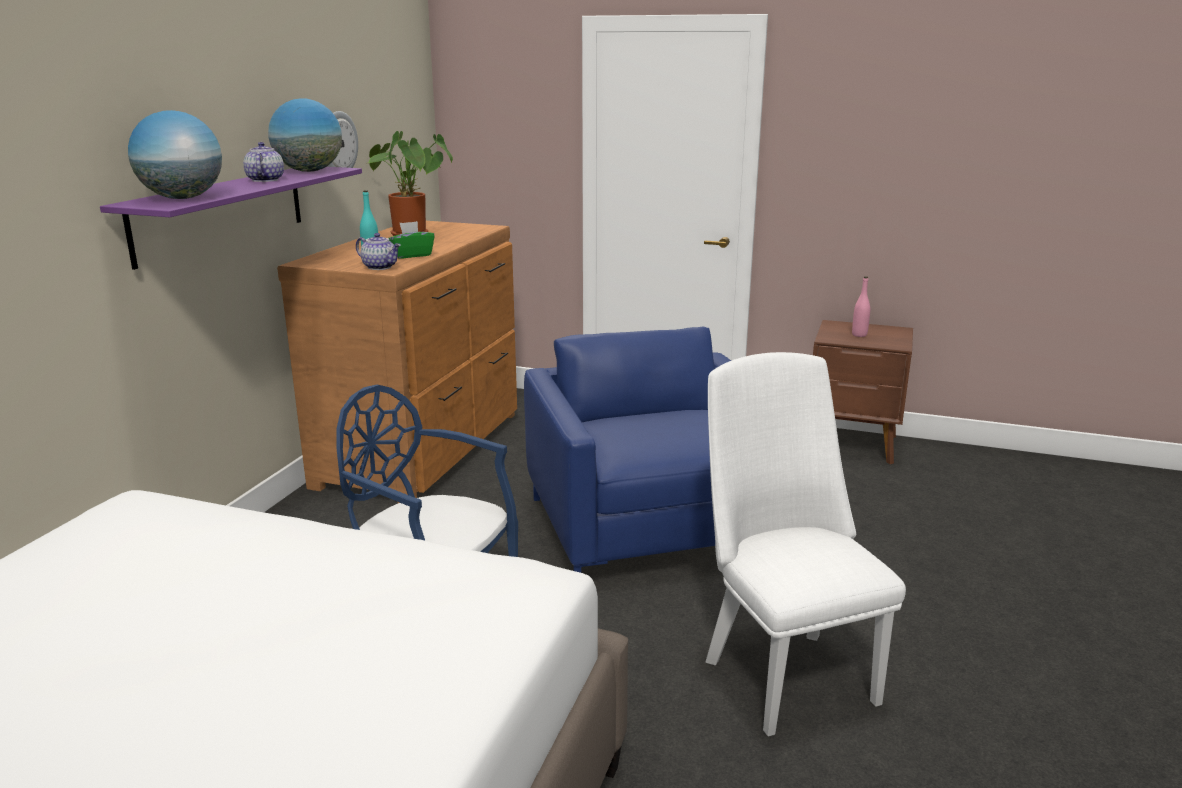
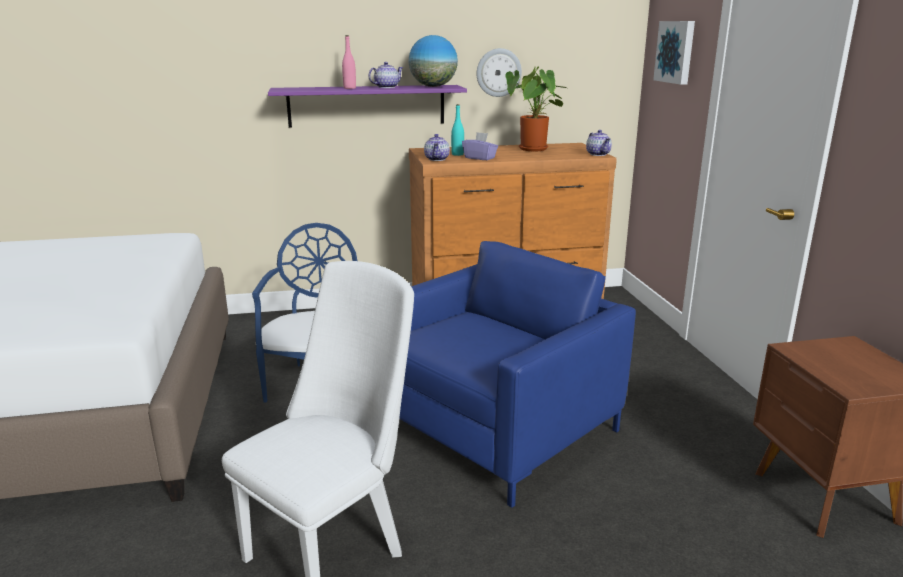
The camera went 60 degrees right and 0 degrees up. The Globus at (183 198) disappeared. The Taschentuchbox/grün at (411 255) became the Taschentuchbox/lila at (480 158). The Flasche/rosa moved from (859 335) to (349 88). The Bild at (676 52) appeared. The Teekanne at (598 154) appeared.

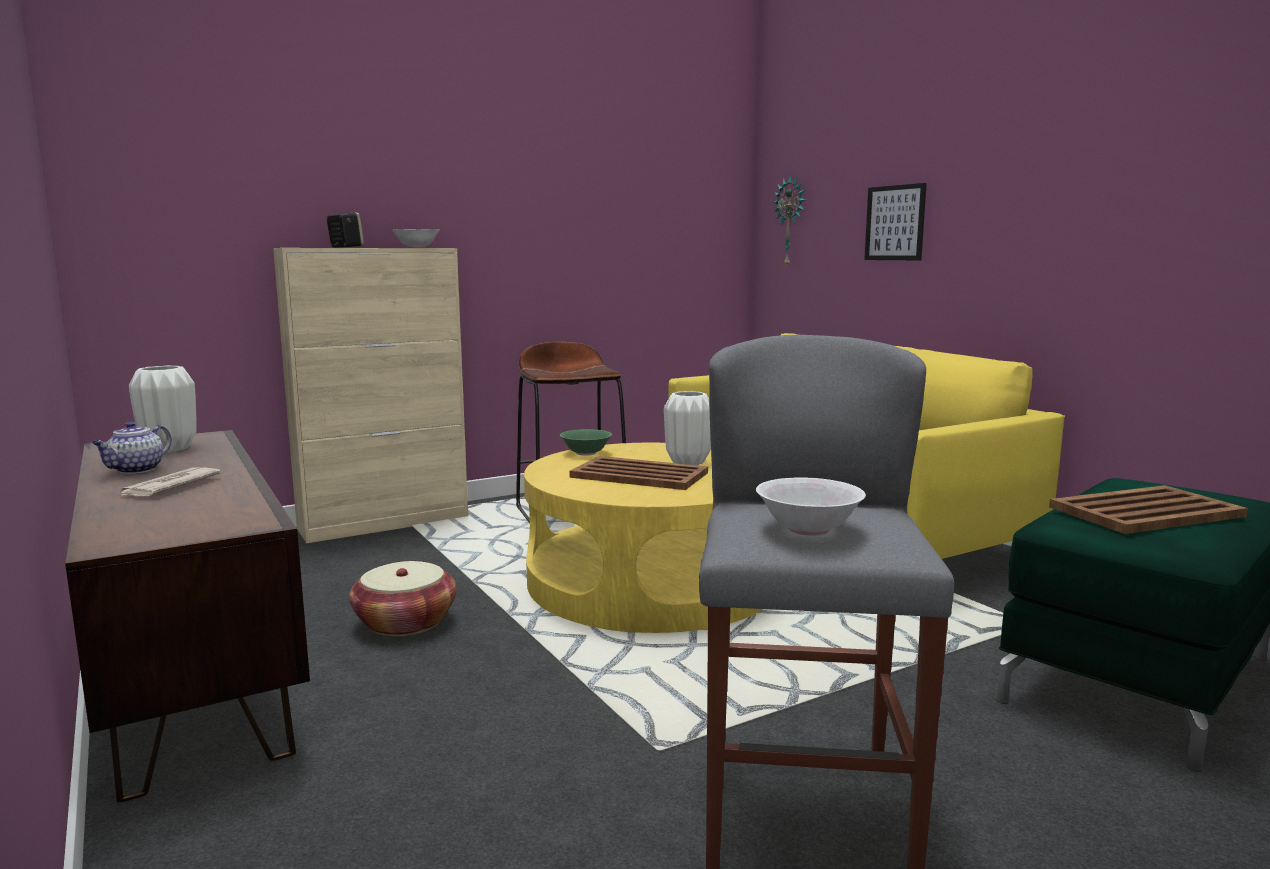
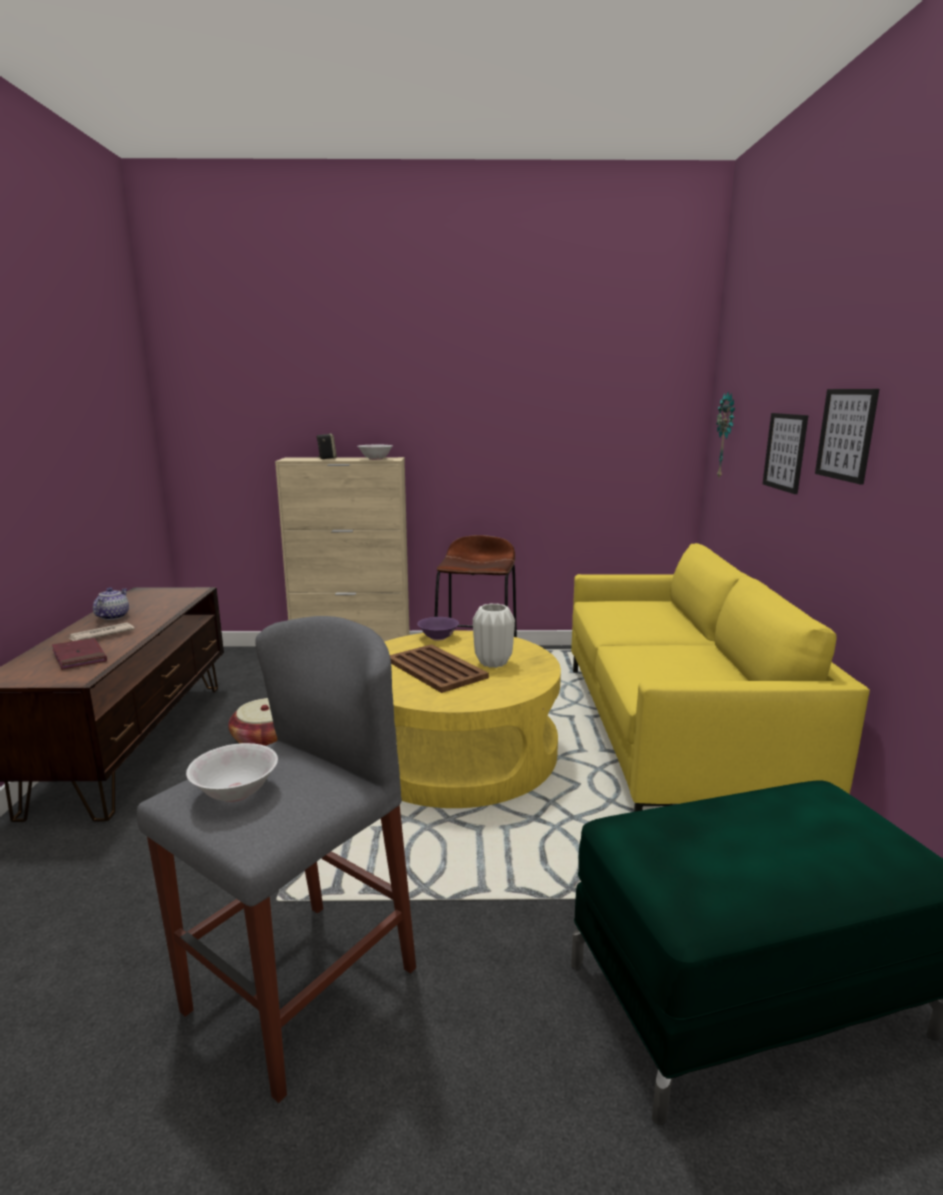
The camera went 30 degrees right and 5 degrees up. The Vase/weiß at (169 448) disappeared. The Teekanne at (136 470) turned 135 degrees clockwise. The Schüssel/grün at (586 453) became the Schüssel/lila at (438 637). The Tablett/braun at (1144 512) disappeared. The Bild at (846 434) appeared. The Buch/rot at (79 657) appeared.

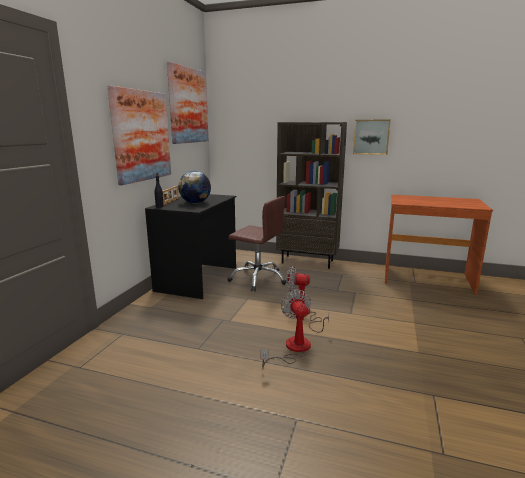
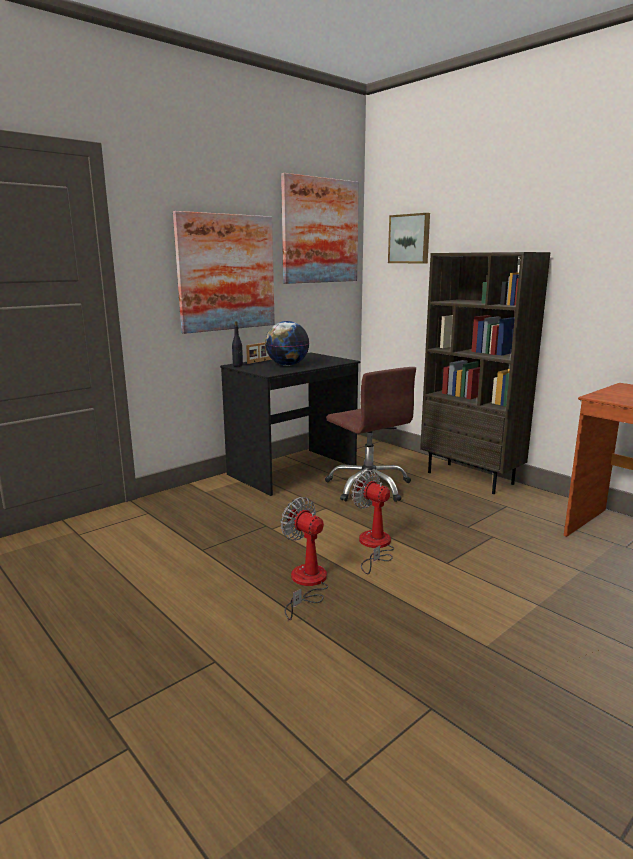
The camera went 30 degrees right and 0 degrees up. The Bild moved from (371 137) to (410 239). The Ventilator at (292 349) turned 60 degrees counterclockwise.

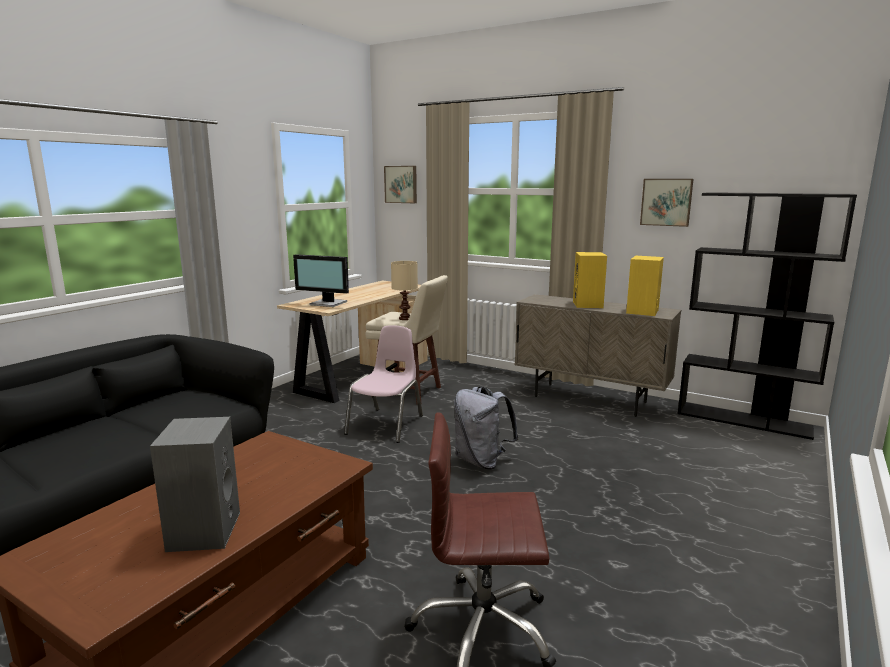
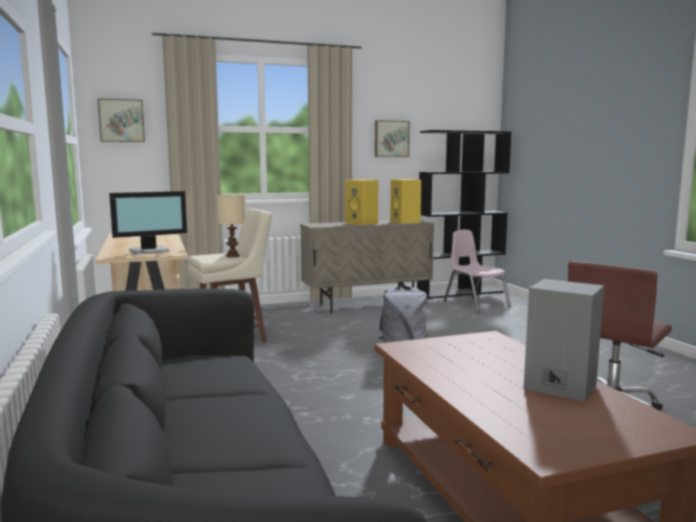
The camera went 50 degrees left and 5 degrees down. The Stuhl/rosa moved from (386 425) to (475 304).

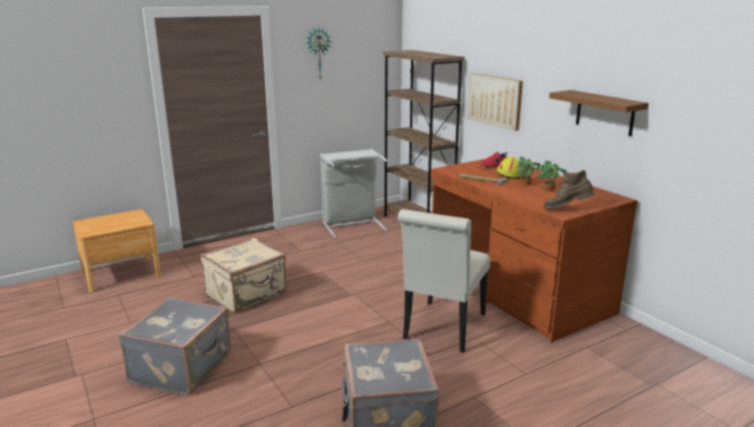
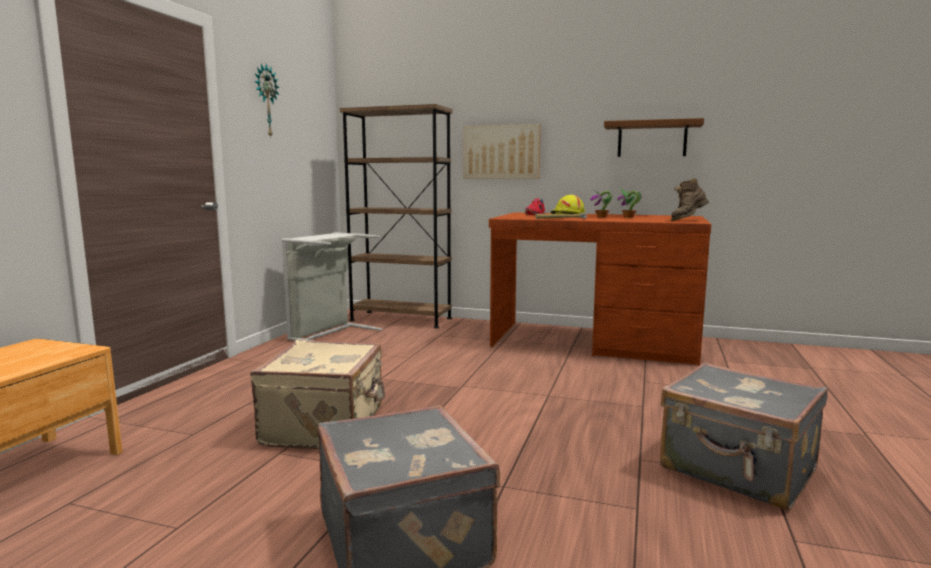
The camera went 40 degrees left and 10 degrees down. The Stuhl/weiß at (442 329) disappeared.

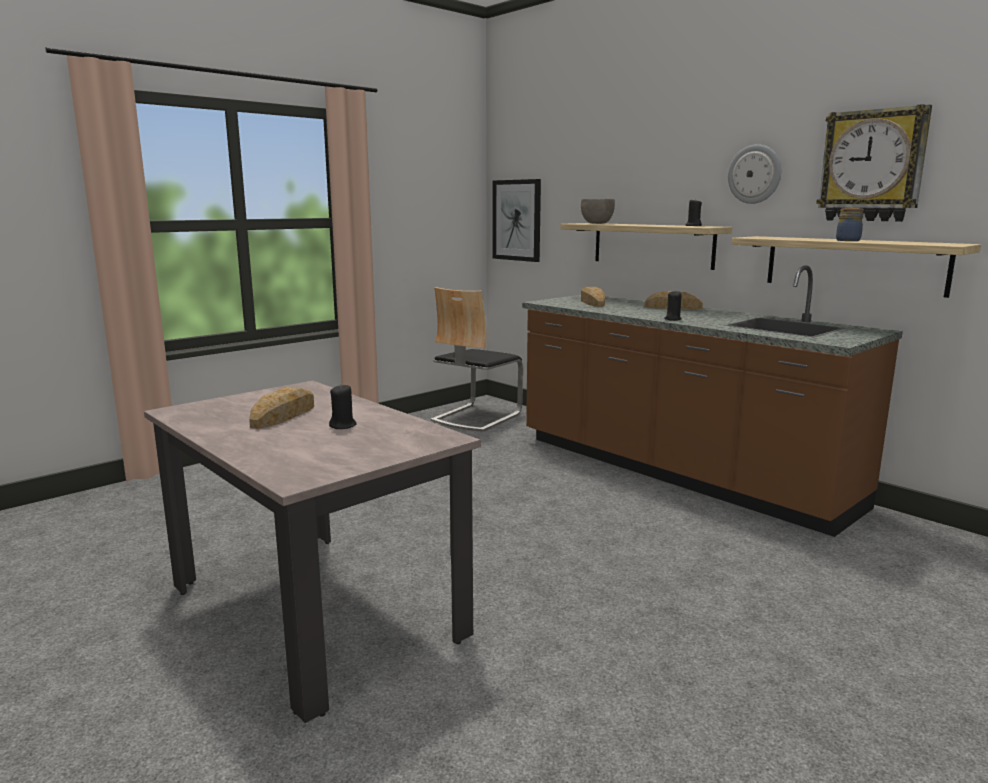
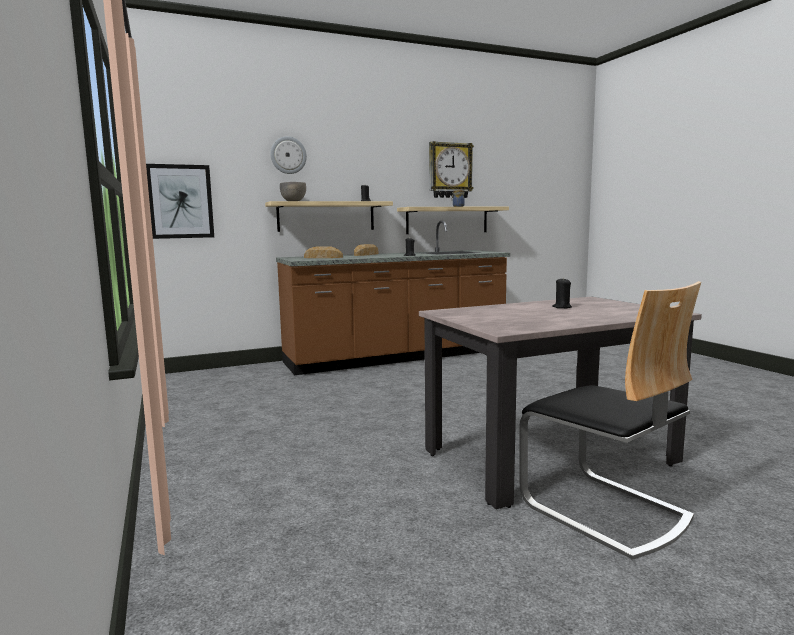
The camera went 70 degrees left and 5 degrees down. The Wanduhr moved from (755 174) to (288 155). The Stuhl moved from (476 417) to (604 510). The Brot at (283 415) disappeared.

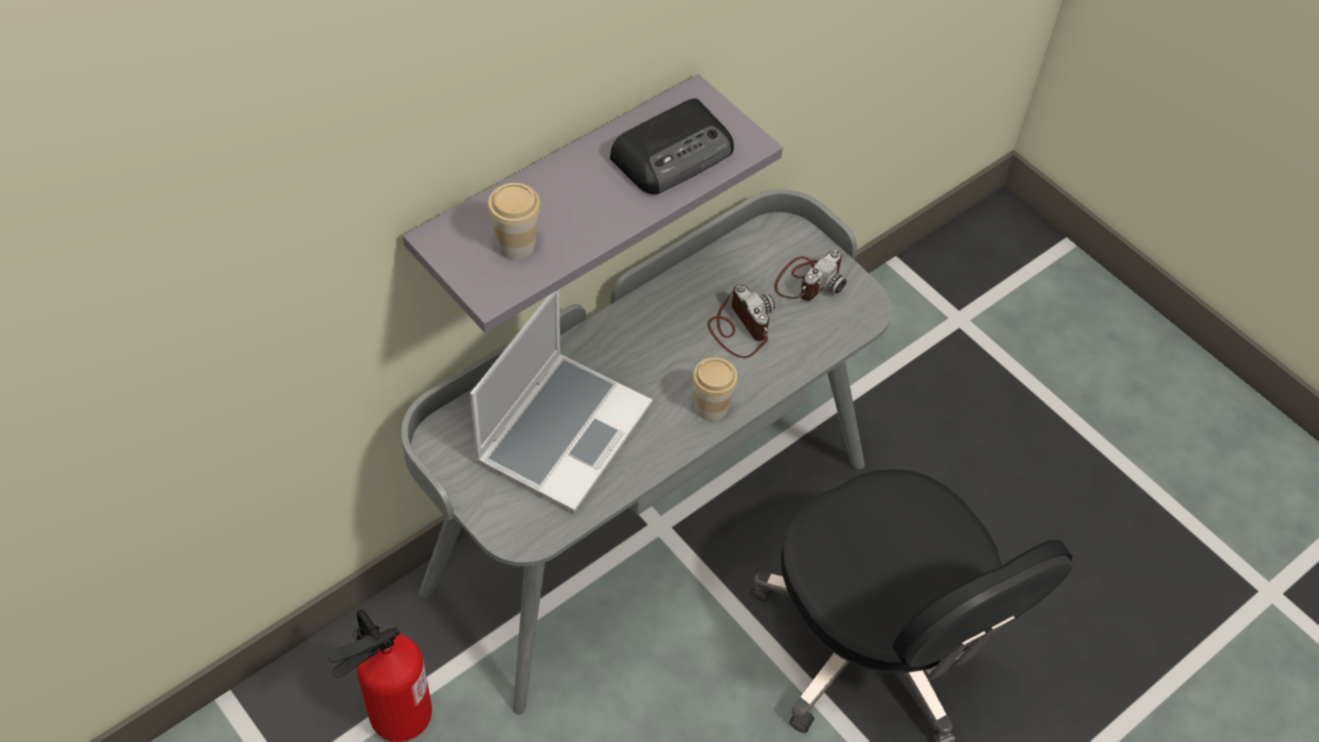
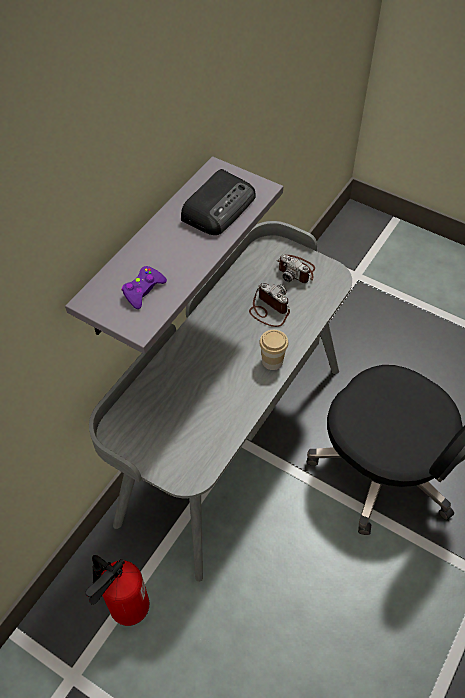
The camera went 15 degrees left and 0 degrees up. The Tasse at (516 244) was replaced by the Gamepad/lila at (143 290). The Kamera at (808 280) turned 105 degrees clockwise. The Laptop at (563 431) disappeared.

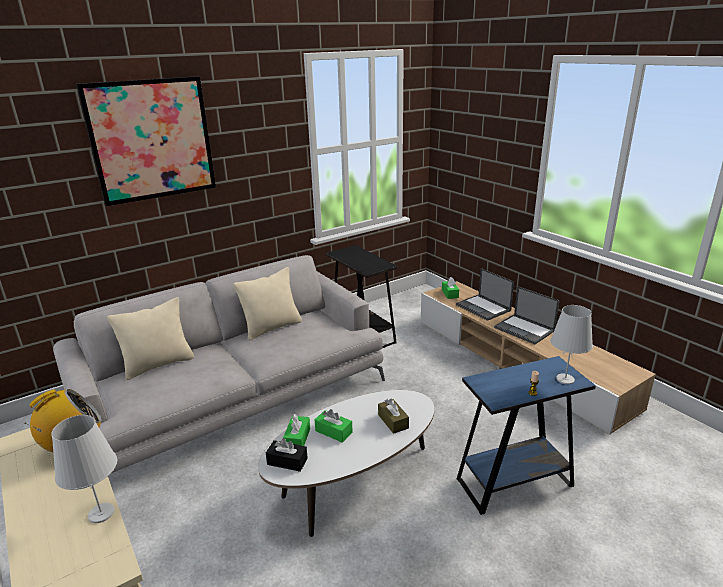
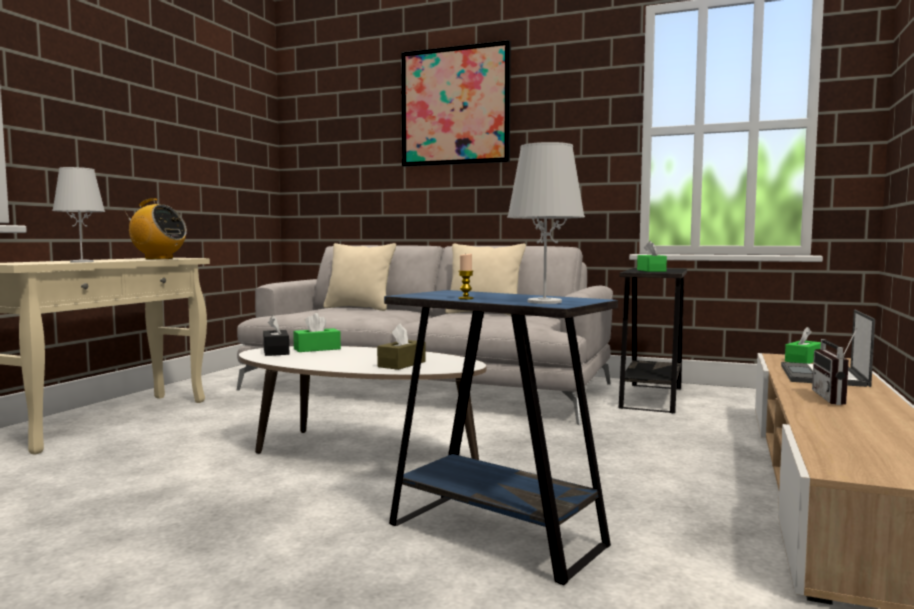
The camera went 55 degrees right and 20 degrees down. The Laptop at (525 329) was replaced by the Radio at (837 399). The Taschentuchbox/grün moved from (333 431) to (651 270).

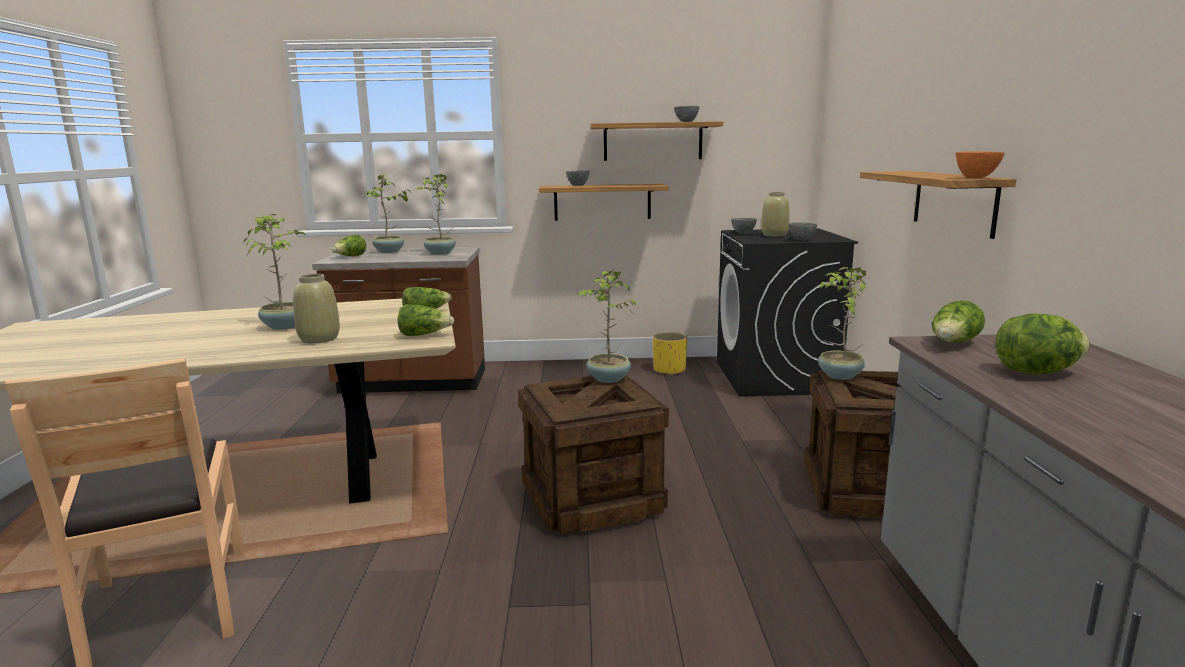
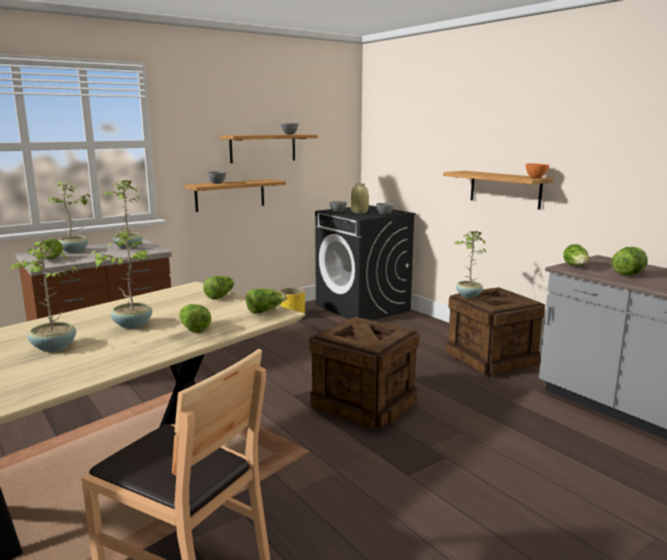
The camera went 35 degrees left and 0 degrees up. The Topfpflanze moved from (608 379) to (53 347). The Vase/beige at (318 339) was replaced by the Salatkopf at (194 328).

